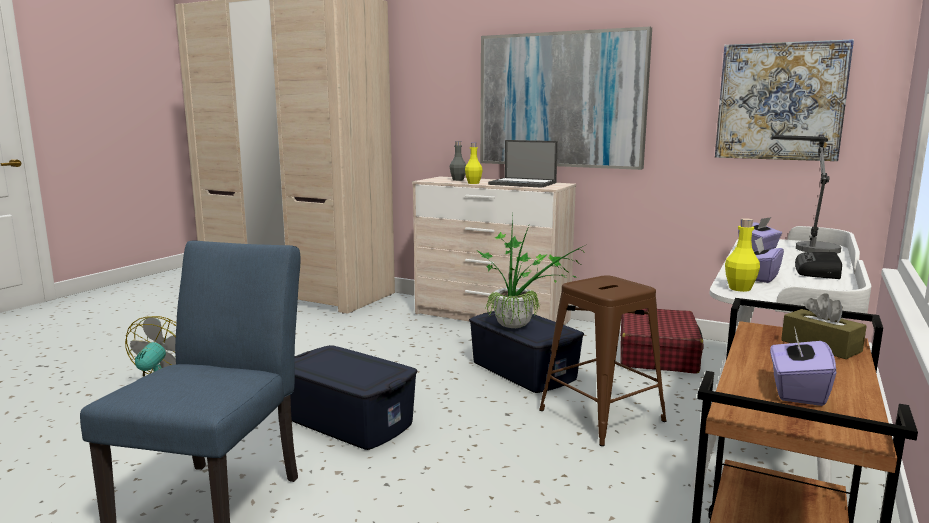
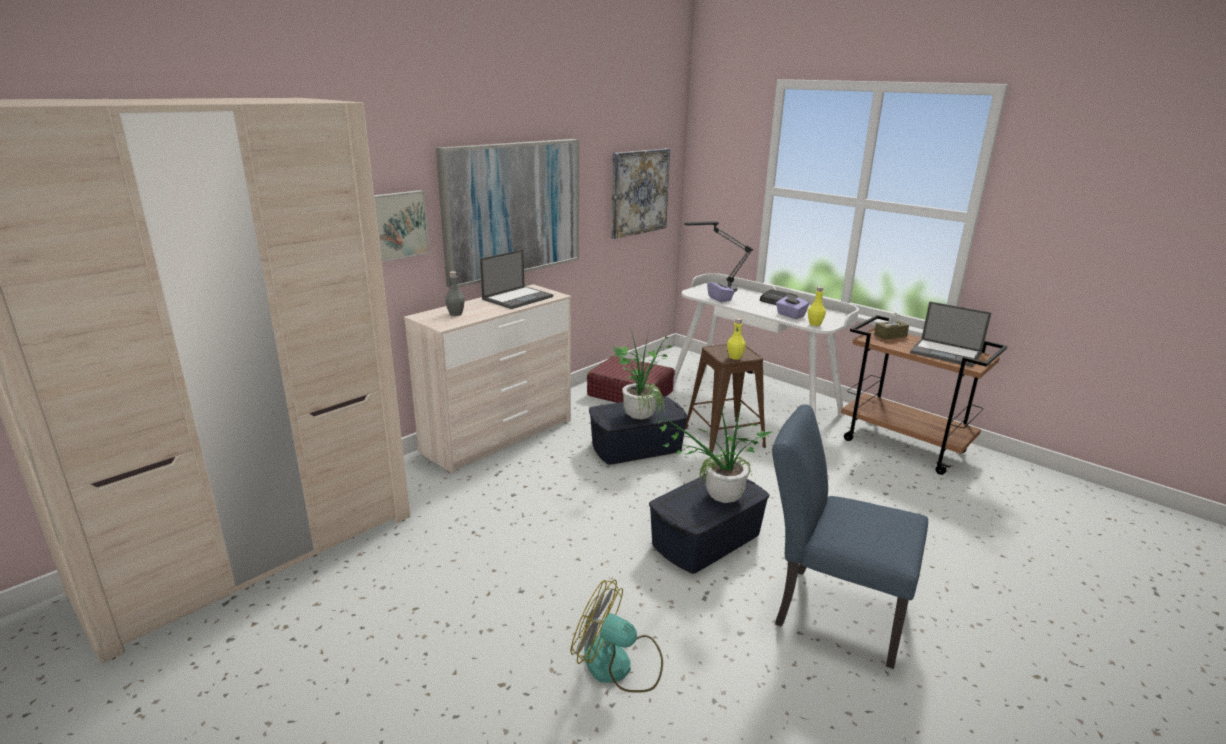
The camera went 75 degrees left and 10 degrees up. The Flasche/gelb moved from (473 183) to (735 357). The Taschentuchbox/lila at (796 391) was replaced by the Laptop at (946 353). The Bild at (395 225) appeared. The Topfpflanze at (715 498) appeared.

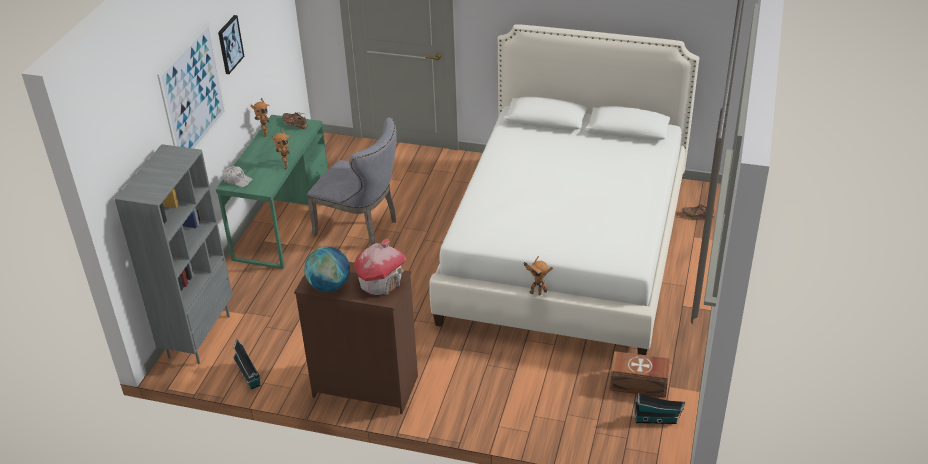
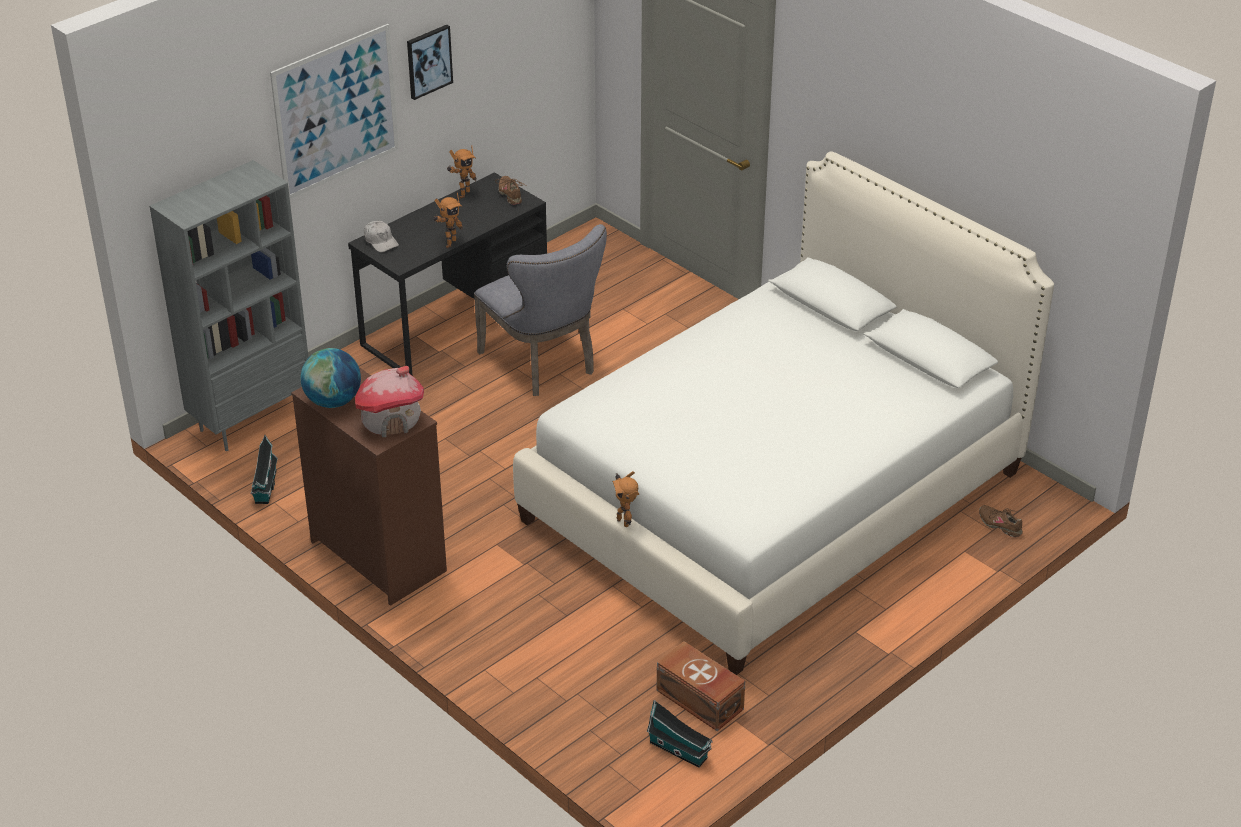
The camera went 30 degrees right and 0 degrees up. The Schreibtisch/grün at (283 224) became the Schreibtisch/schwarz at (455 324).

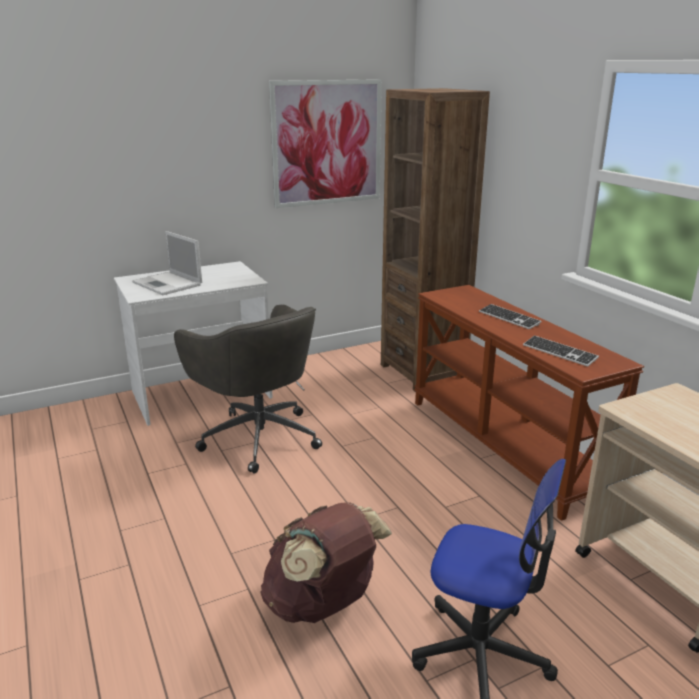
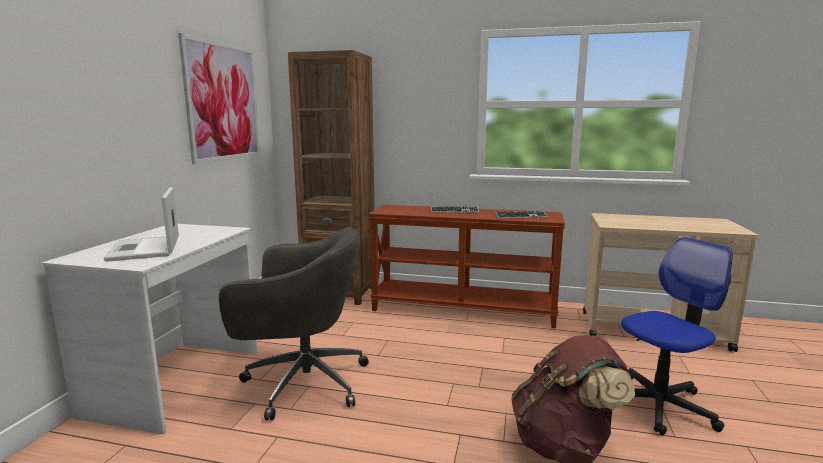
The camera went 50 degrees left and 10 degrees down. The Laptop at (168 284) turned 75 degrees clockwise.

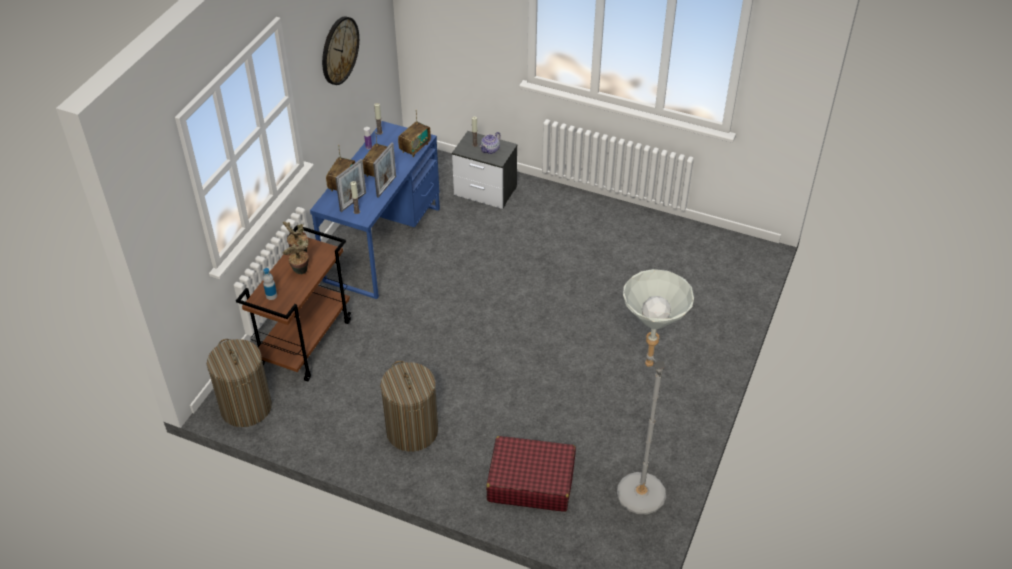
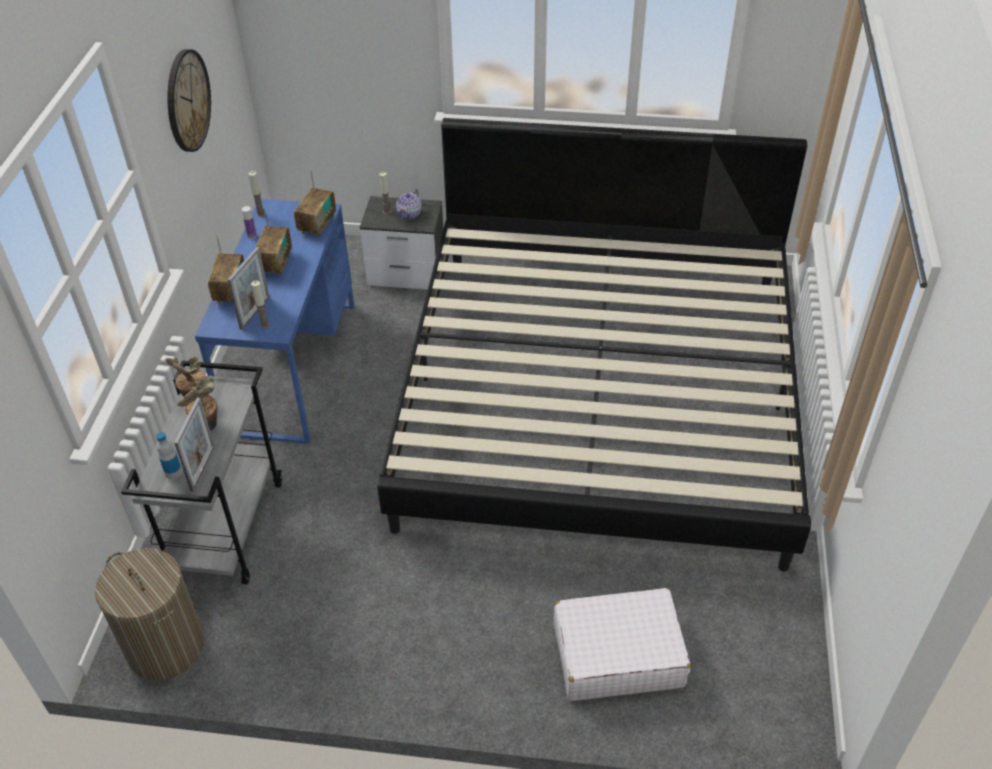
The camera went 15 degrees left and 0 degrees up. The Bilderrahmen moved from (386 186) to (202 468). The Rollwagen/braun at (305 342) became the Rollwagen/grau at (226 526). The Stehlampe/grau at (635 486) disappeared. The Wäschekorb at (412 431) disappeared. The Koffer/rot at (530 481) became the Koffer/weiß at (617 654). The Bett at (599 395) appeared.

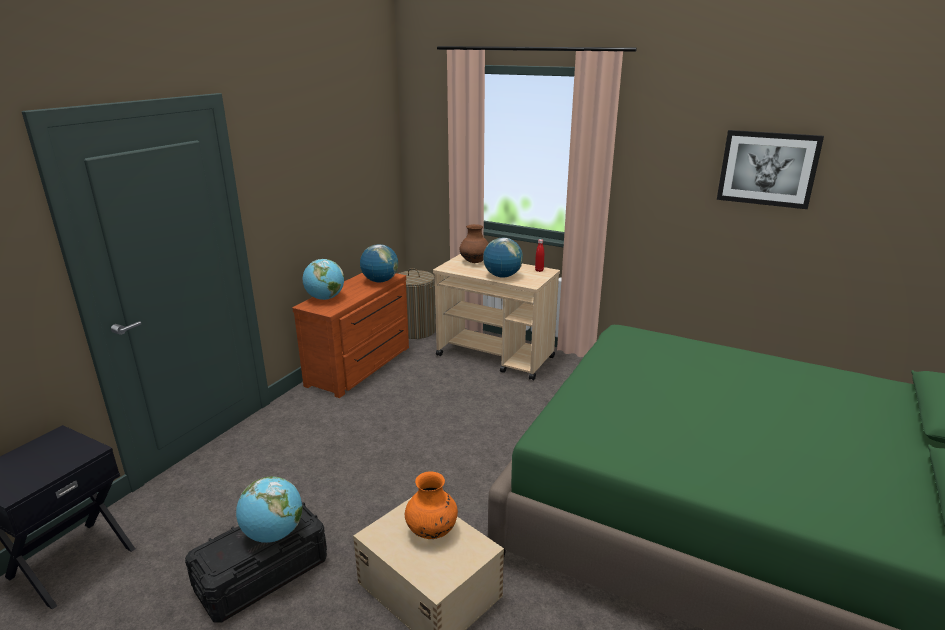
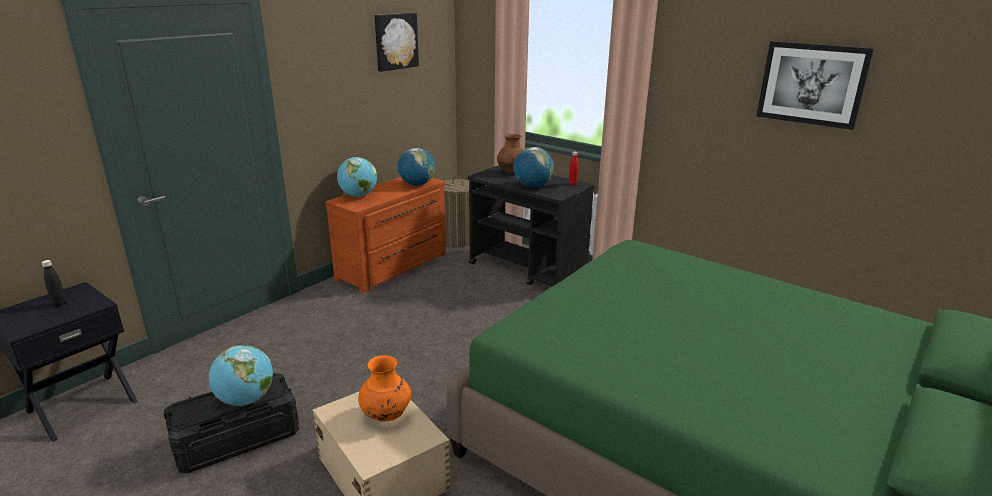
The camera went 10 degrees right and 0 degrees up. The Rollwagen/beige at (496 357) became the Rollwagen/schwarz at (528 270). The Bild at (395 41) appeared. The Flasche/schwarz at (59 304) appeared.

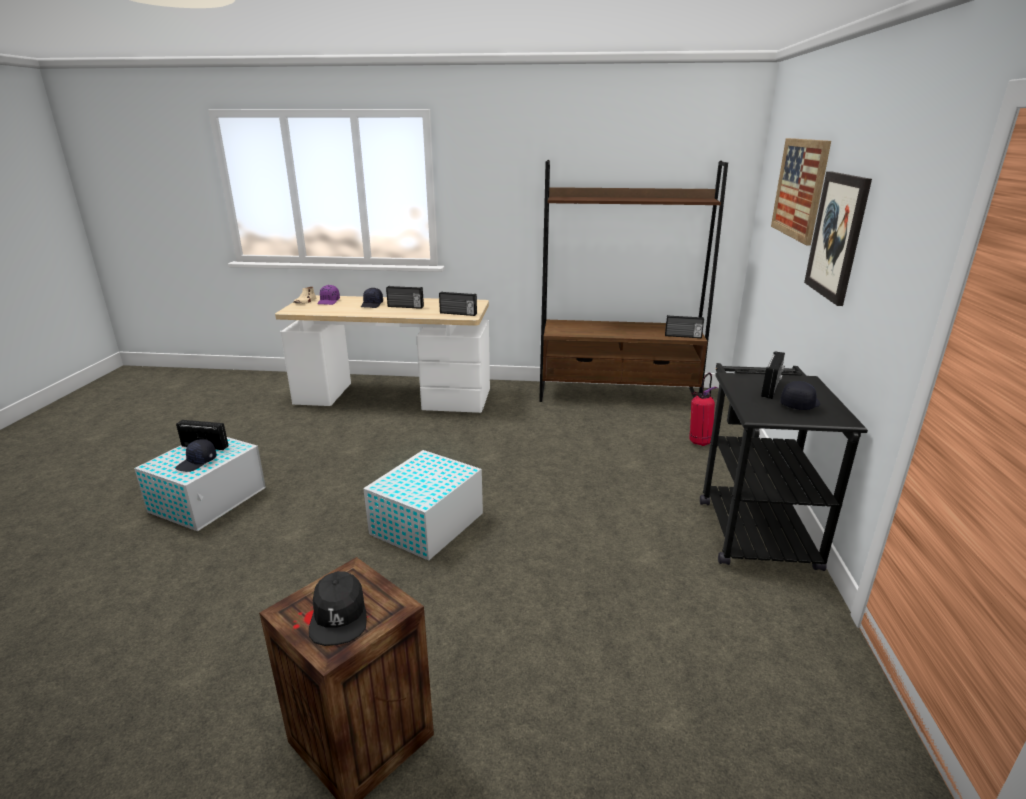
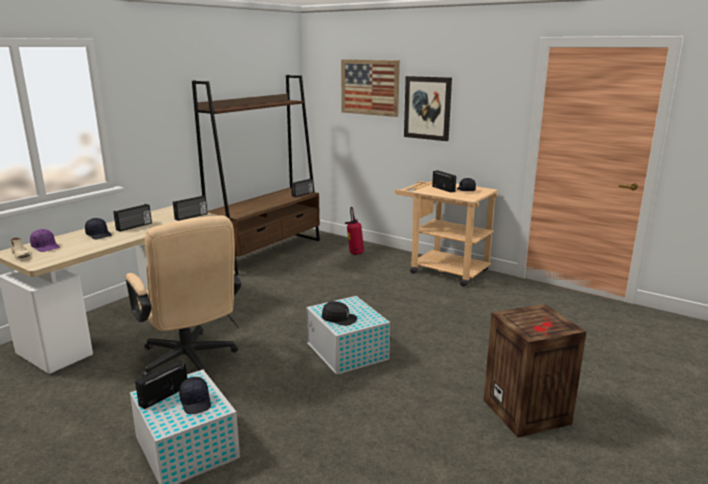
The camera went 60 degrees left and 5 degrees down. The Rollwagen/schwarz at (752 526) became the Rollwagen/beige at (442 270). The Kappe/schwarz moved from (339 616) to (339 318). The Bürostuhl/beige at (191 362) appeared.

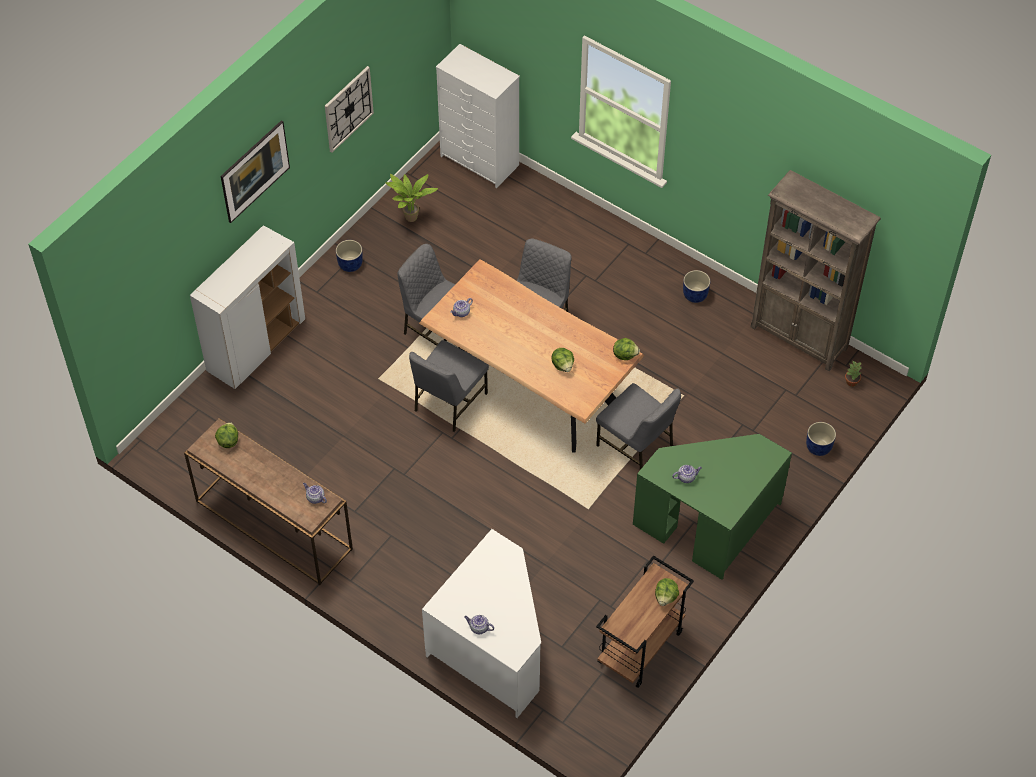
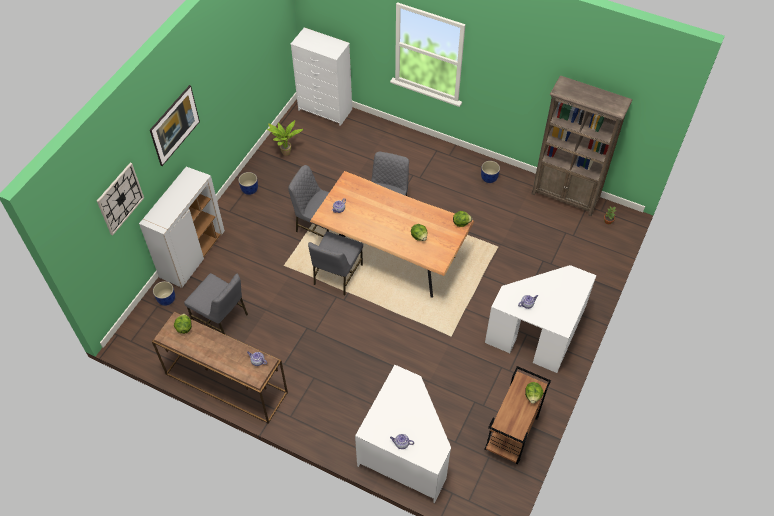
The camera went 10 degrees left and 0 degrees up. The Wanduhr moved from (348 109) to (120 198). The Stuhl/grau moved from (636 446) to (221 318). The Pflanzkübel/blau moved from (819 447) to (167 299). The Schreibtisch/grün at (710 524) became the Schreibtisch/weiß at (538 334).

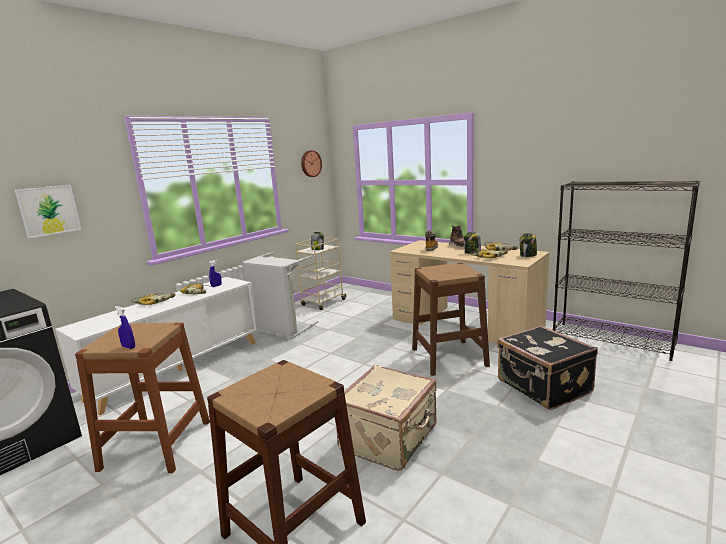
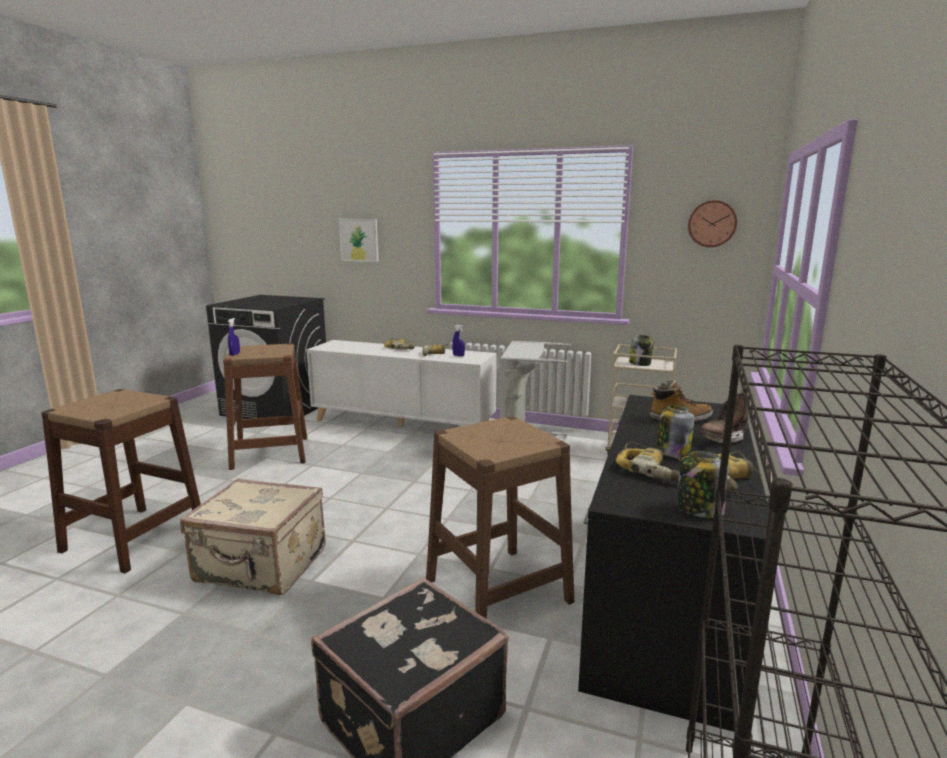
The camera went 70 degrees right and 0 degrees up. The Schreibtisch/beige at (465 323) became the Schreibtisch/schwarz at (665 598).

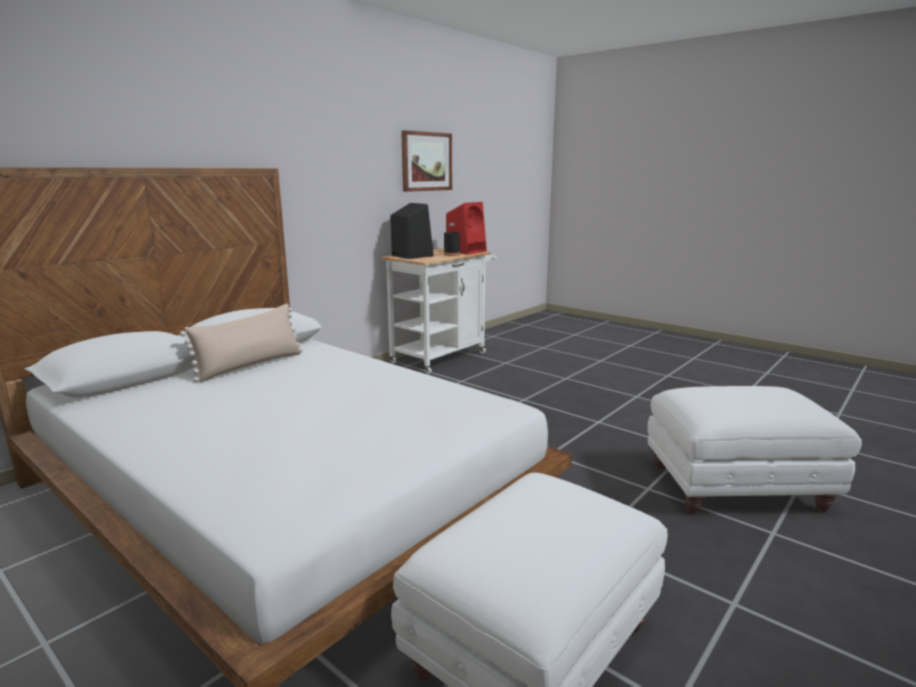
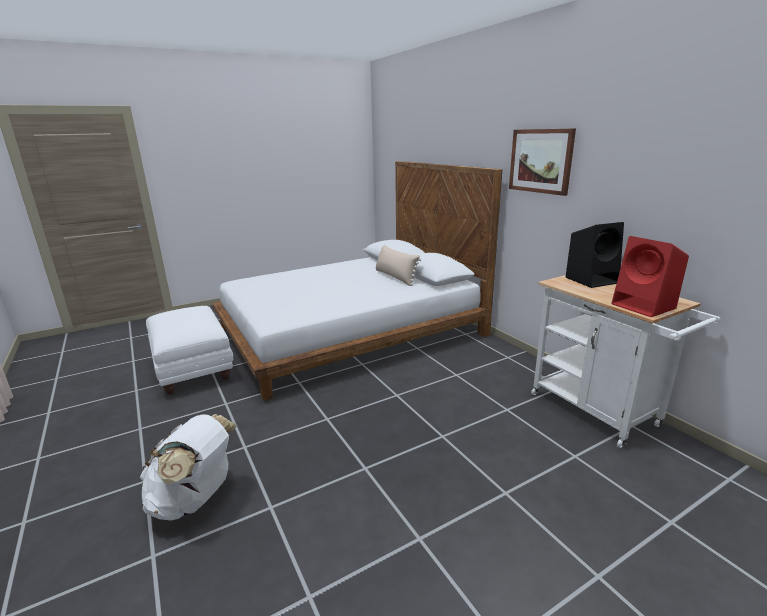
The camera went 110 degrees right and 5 degrees up. The Bild moved from (426 161) to (540 161). The Flasche/schwarz at (452 255) disappeared. The Polsterhocker/weiß at (737 487) was replaced by the Rucksack/weiß at (195 499).

